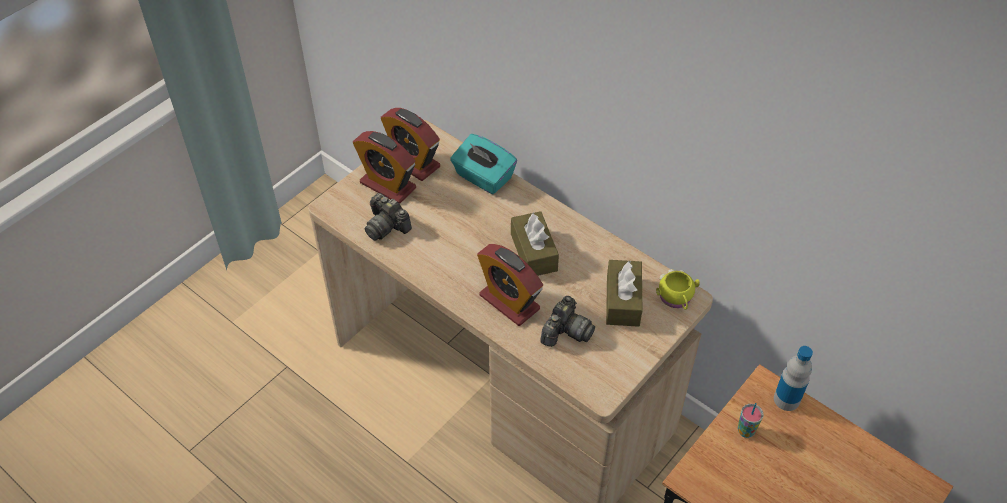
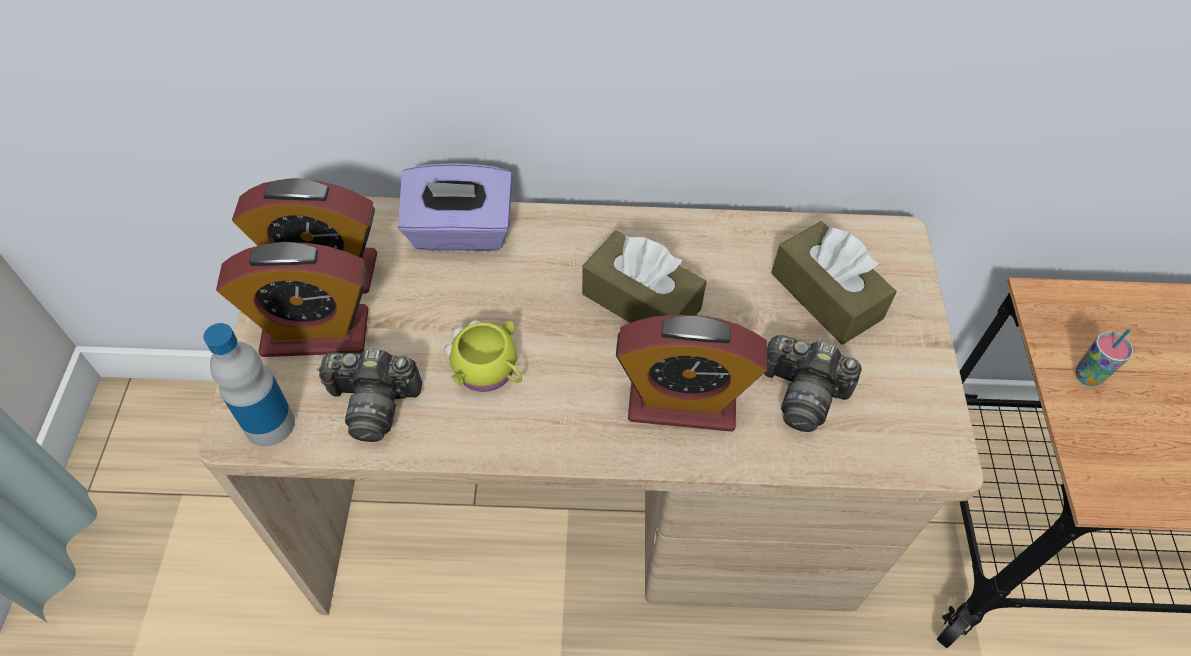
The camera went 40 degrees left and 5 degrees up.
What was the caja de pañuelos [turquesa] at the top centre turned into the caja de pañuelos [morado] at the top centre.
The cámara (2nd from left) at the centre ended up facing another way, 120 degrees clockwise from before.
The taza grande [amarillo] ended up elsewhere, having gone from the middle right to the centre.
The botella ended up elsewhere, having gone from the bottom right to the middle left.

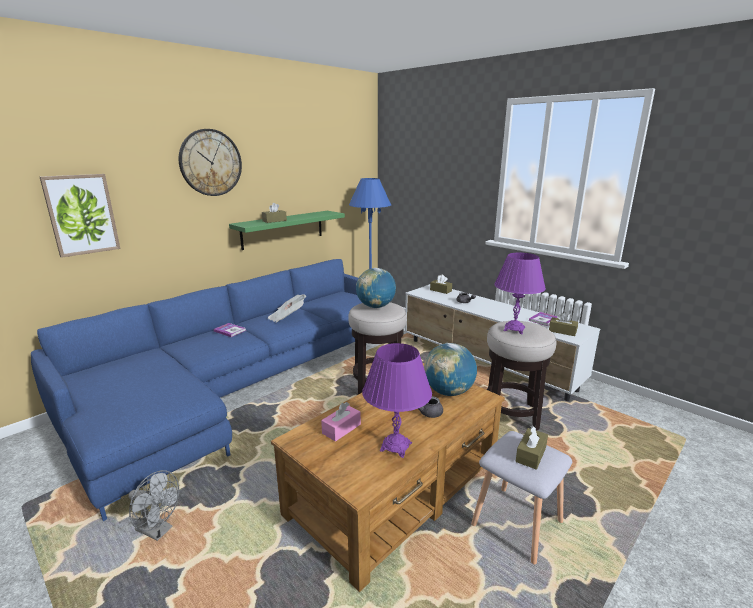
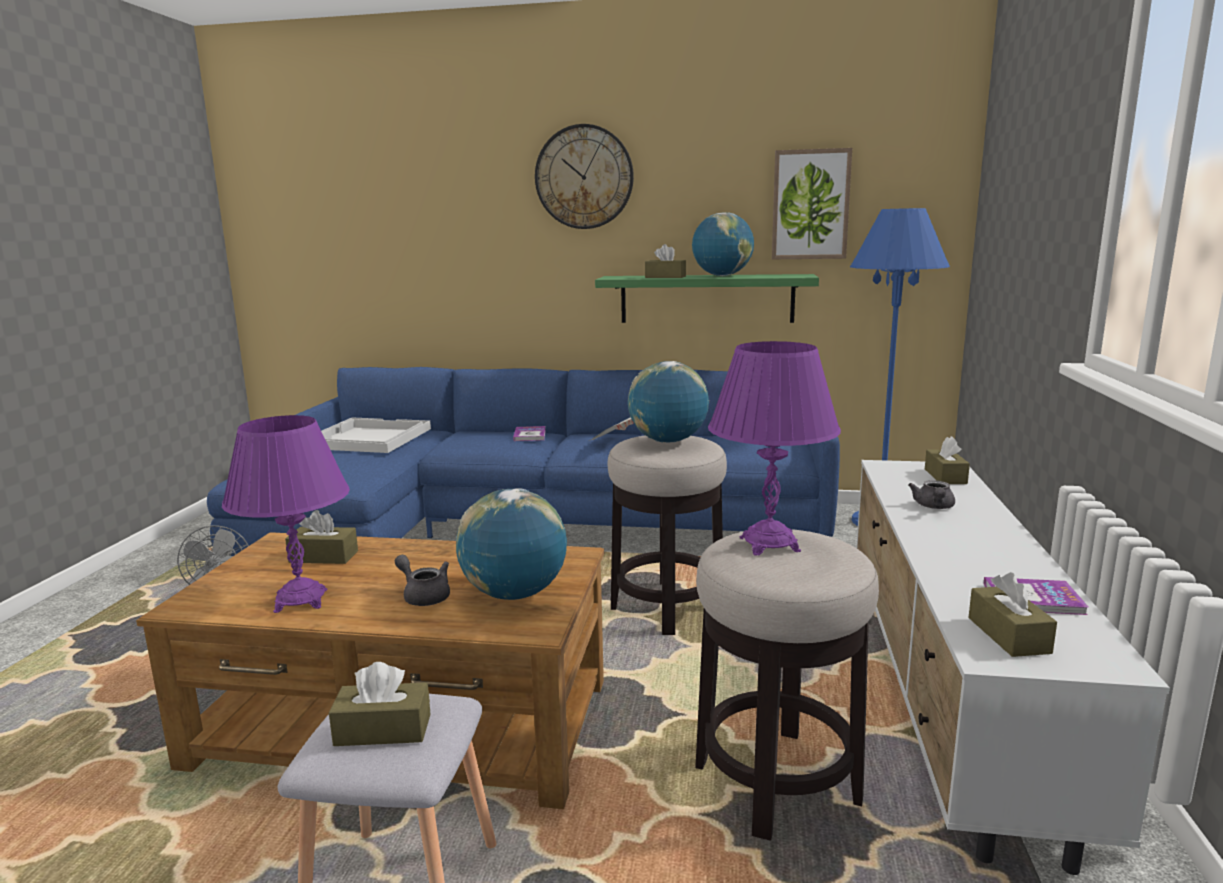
The camera went 55 degrees right and 5 degrees down.
The cuadro ended up elsewhere, having gone from the middle left to the top centre.
What was the caja de pañuelos [rosa] at the bottom centre turned into the caja de pañuelos [marrón] (1st from left) at the middle left.
The second view gained the bandeja [blanco] at the middle left.
The second view gained the globo terráqueo (3rd from left) at the top centre.

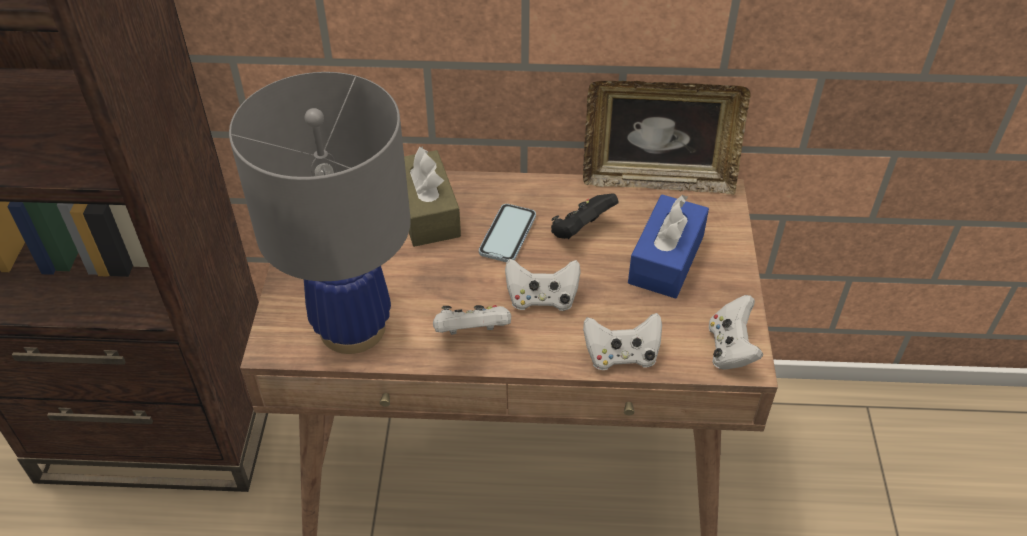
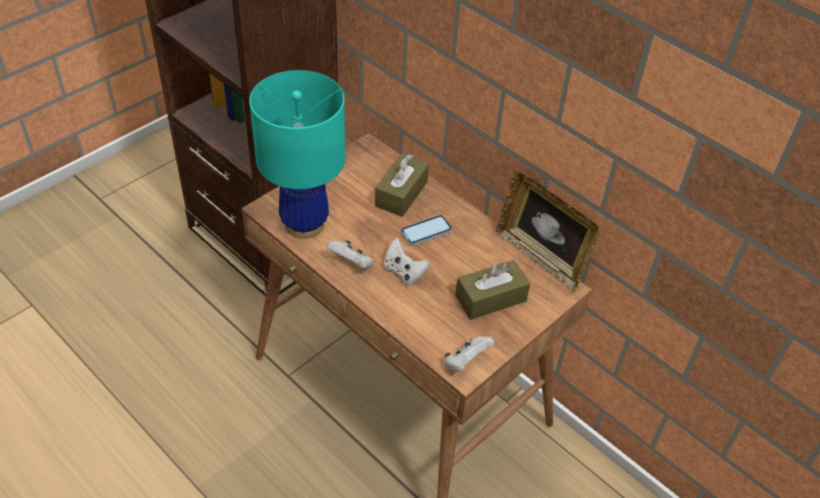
The camera went 40 degrees right and 0 degrees up.
What was the lámpara de mesa [gris] at the middle left turned into the lámpara de mesa [turquesa] at the top centre.
The second view lost the mando de consola [negro] at the centre.
The second view lost the mando de consola [blanco] (3rd from left) at the centre.
What was the caja de pañuelos [azul] at the centre turned into the caja de pañuelos [marrón] (2nd from left) at the centre.

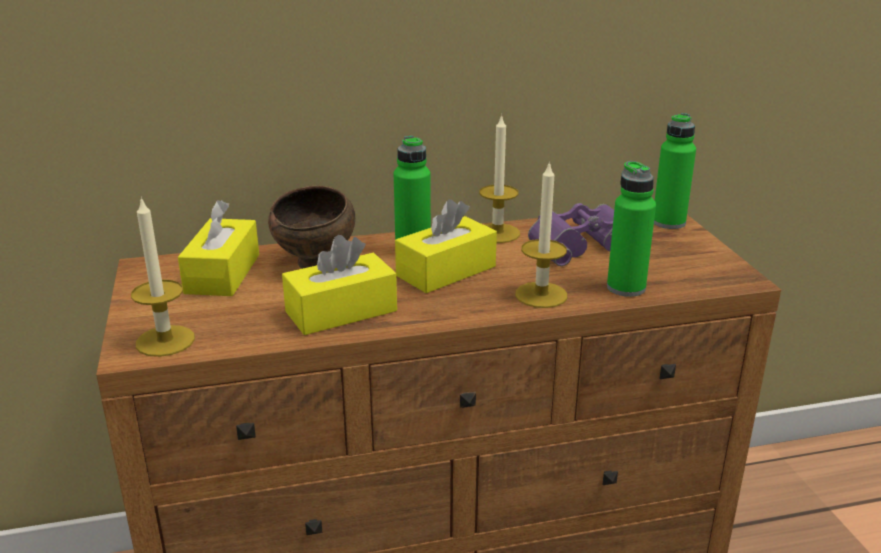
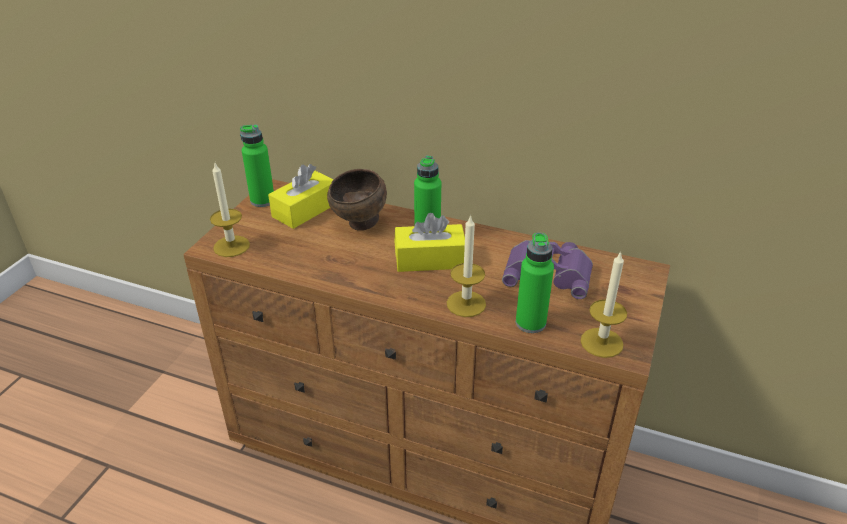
The camera went 35 degrees right and 10 degrees up.
The second view lost the caja de pañuelos [amarillo] (2nd from left) at the centre.
The vela (2nd from left in the first image) ended up elsewhere, having gone from the top centre to the middle right.
The botella [verde] (3rd from left in the first image) ended up elsewhere, having gone from the top right to the top left.

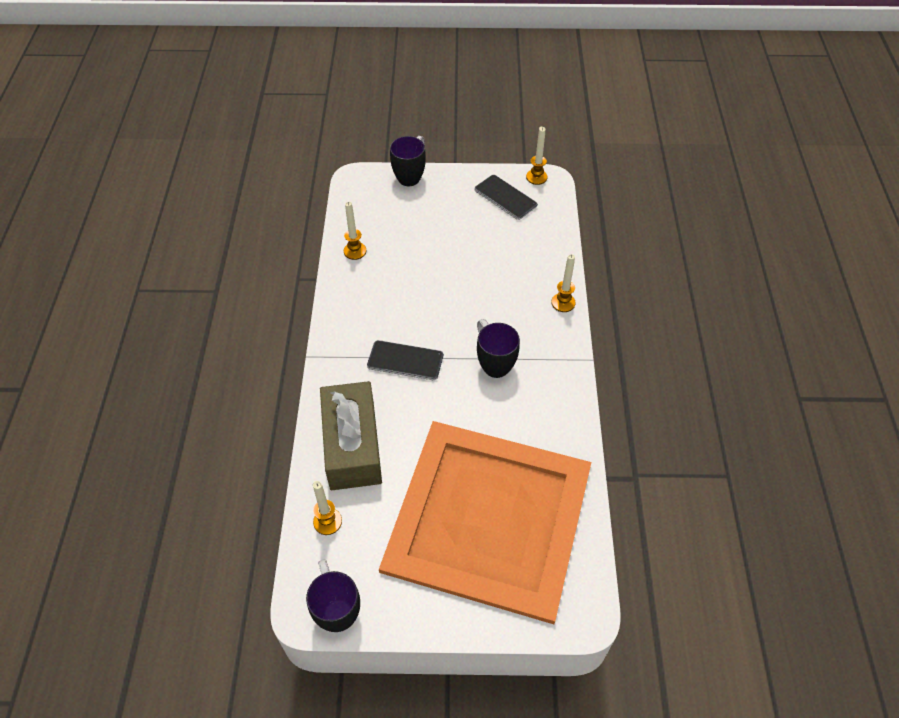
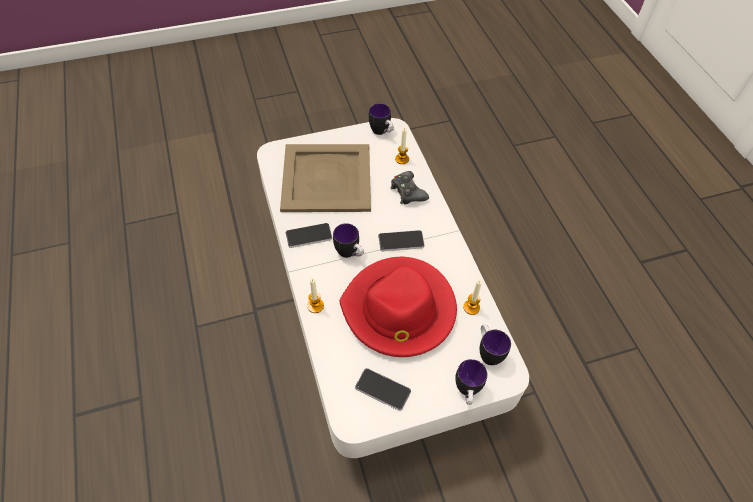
The camera went 160 degrees right and 0 degrees up.
Where the caja de pañuelos [marrón] stood at the centre, the mando de consola [negro] came to stand at the centre.
What was the bandeja [naranja] at the bottom centre turned into the bandeja [beis] at the centre.
The second view lost the vela (3rd from left) at the top centre.
The second view gained the móvil (1st from left) at the centre.
The second view gained the sombrero [rojo] at the centre.
The second view gained the taza grande (4th from left) at the bottom centre.

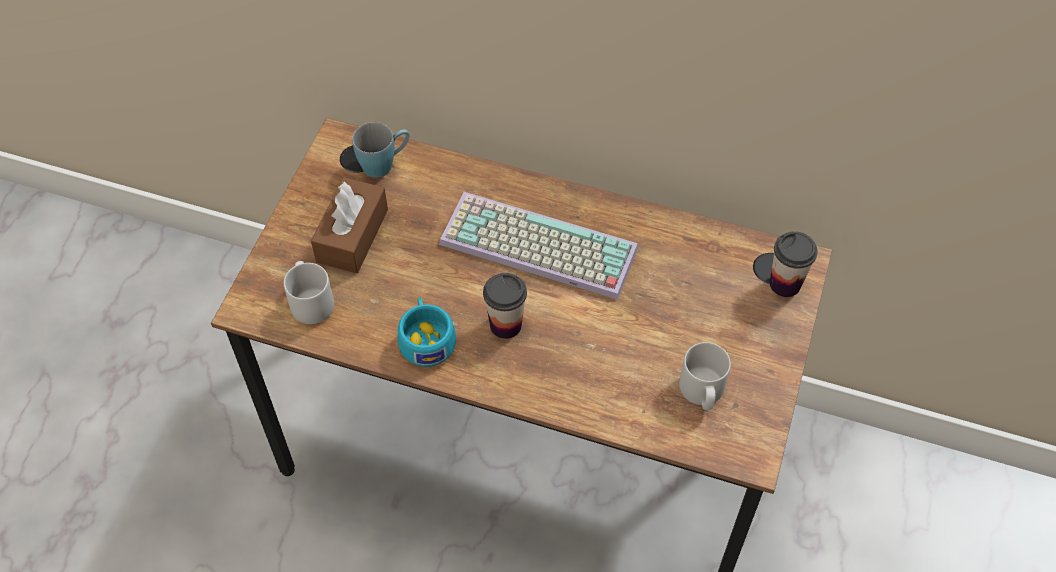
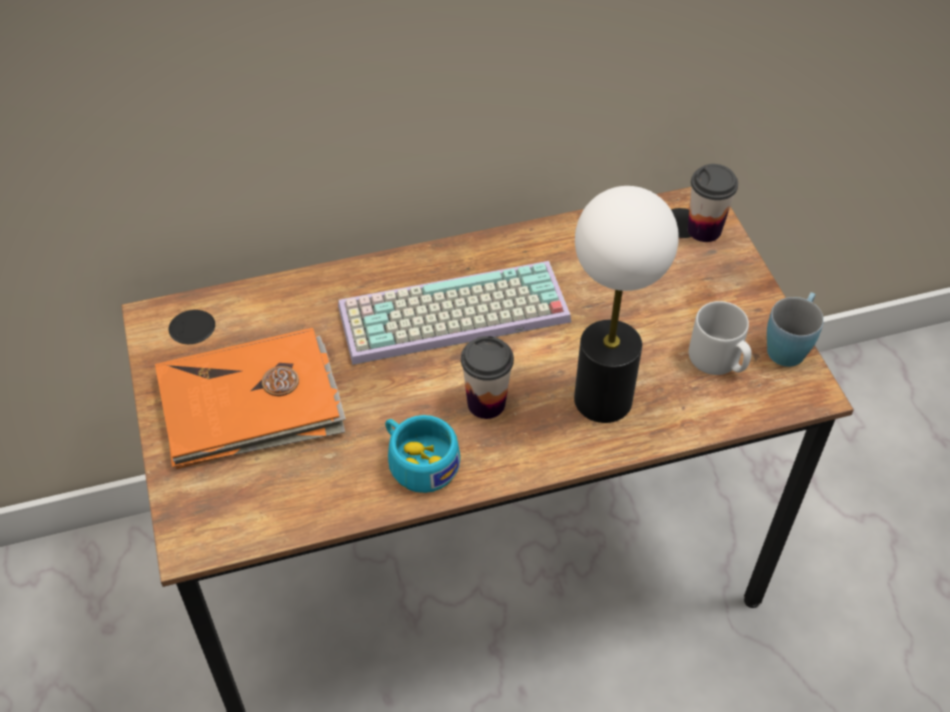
The camera went 35 degrees left and 5 degrees down.
The second view lost the taza grande [gris] (1st from left) at the middle left.
Where the caja de pañuelos [marrón] stood at the middle left, the libro [naranja] came to stand at the middle left.
The taza grande [azul] ended up elsewhere, having gone from the top centre to the middle right.
The second view gained the lámpara de mesa at the centre.

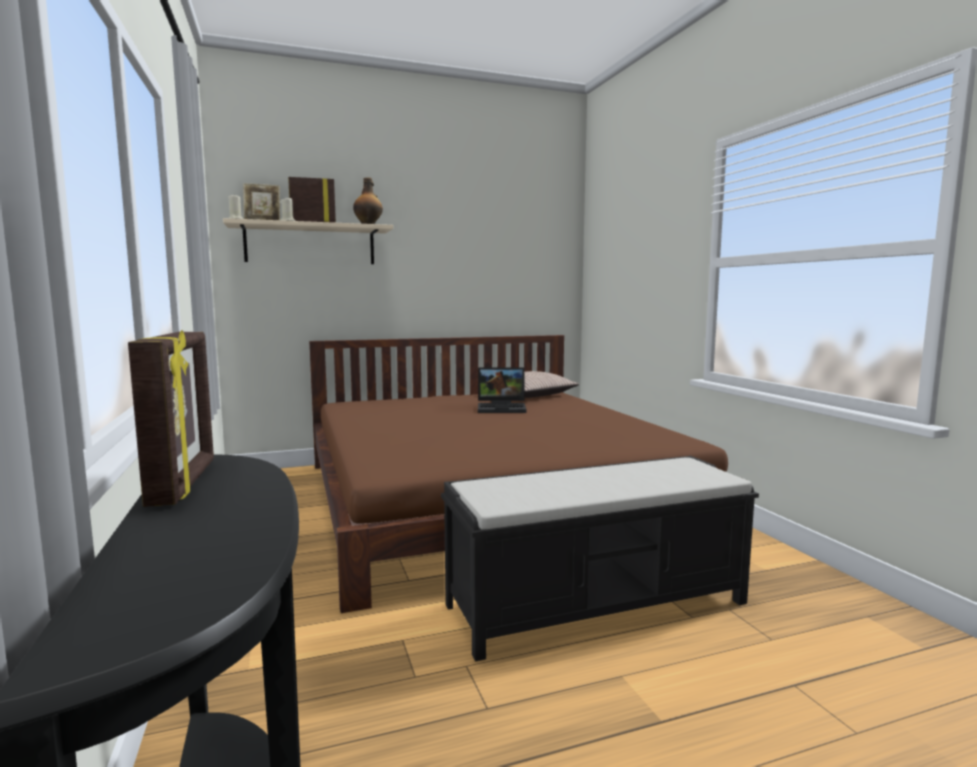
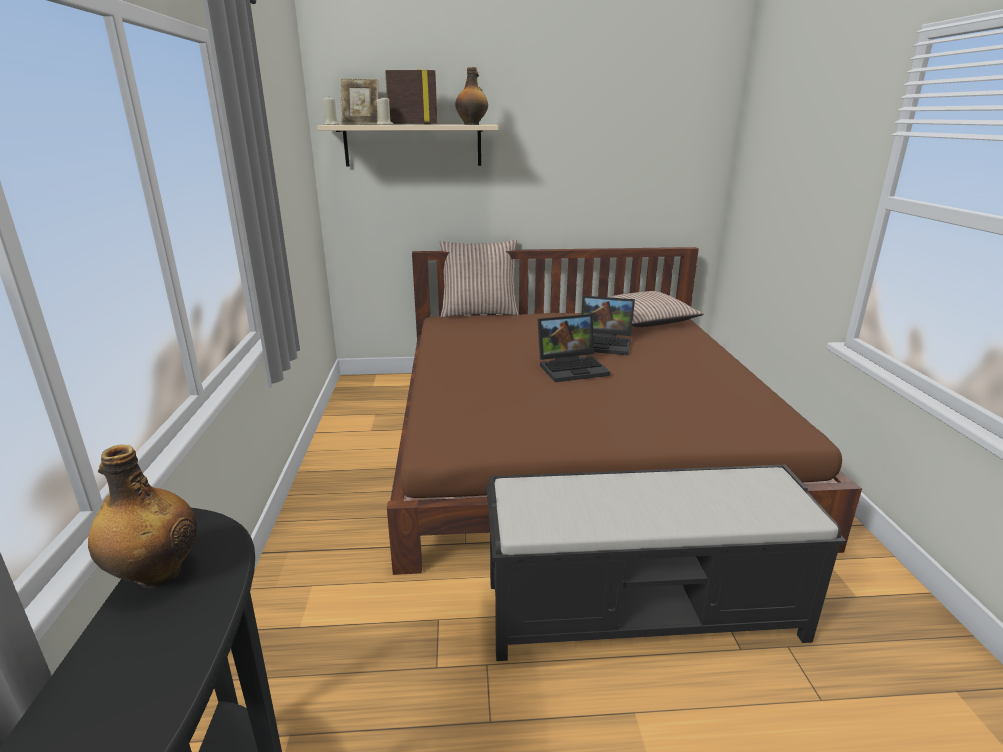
The camera went 15 degrees right and 15 degrees up.
Where the portarretratos (1st from left) stood at the middle left, the botella (1st from left) came to stand at the bottom left.
The second view gained the cojín (1st from left) at the centre.
The second view gained the portátil (1st from left) at the centre.

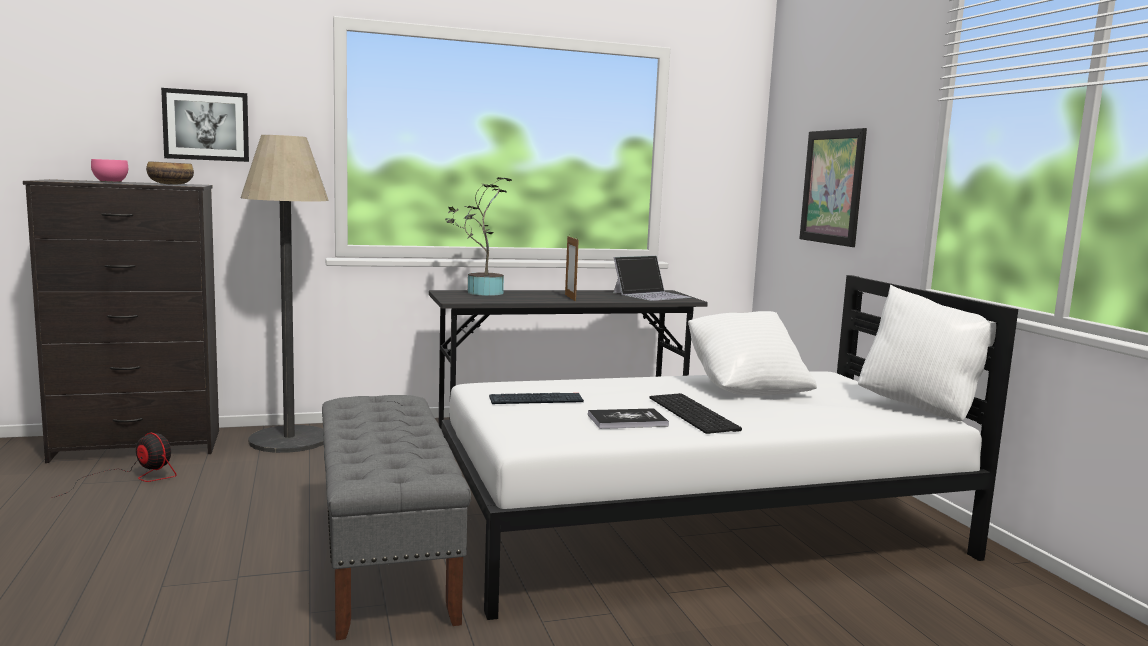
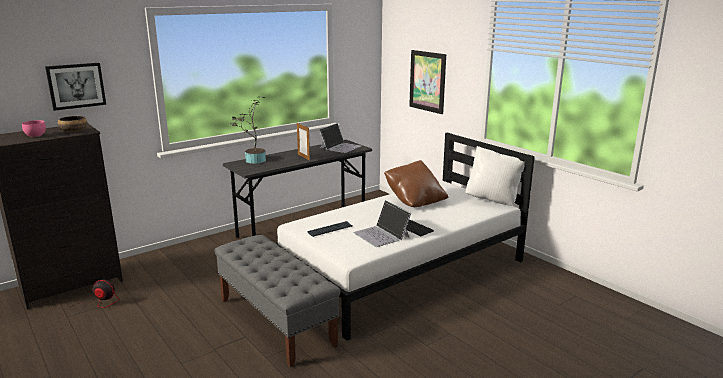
The camera went 20 degrees left and 10 degrees up.
The second view lost the lámpara de pie at the middle left.
Where the libro stood at the centre, the portátil (2nd from left) came to stand at the centre.
What was the cojín [blanco] (1st from left) at the centre turned into the cojín [marrón] at the centre.

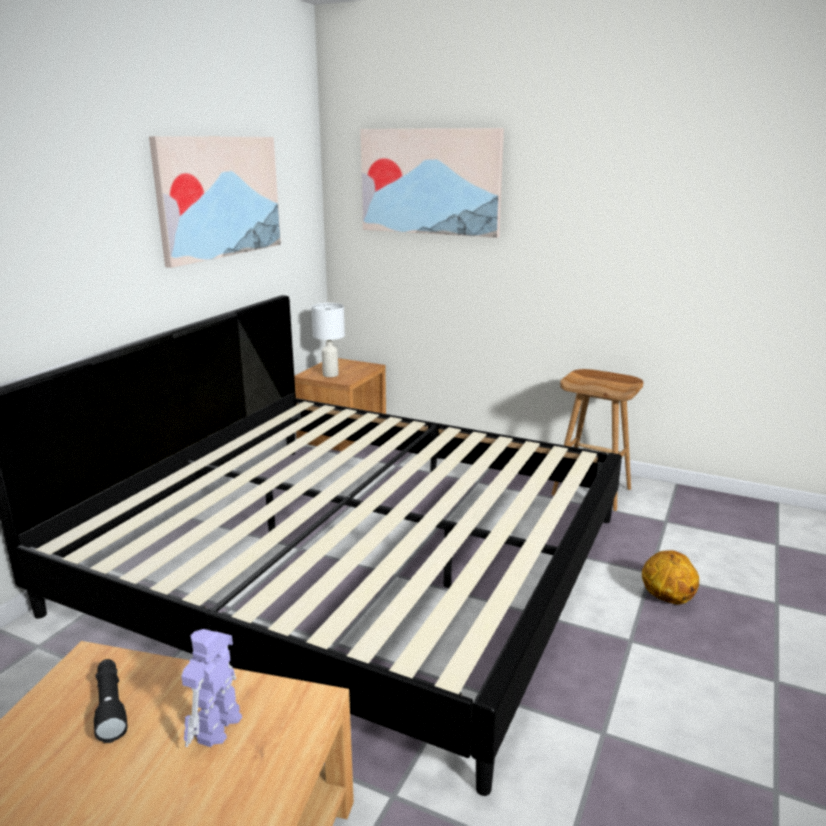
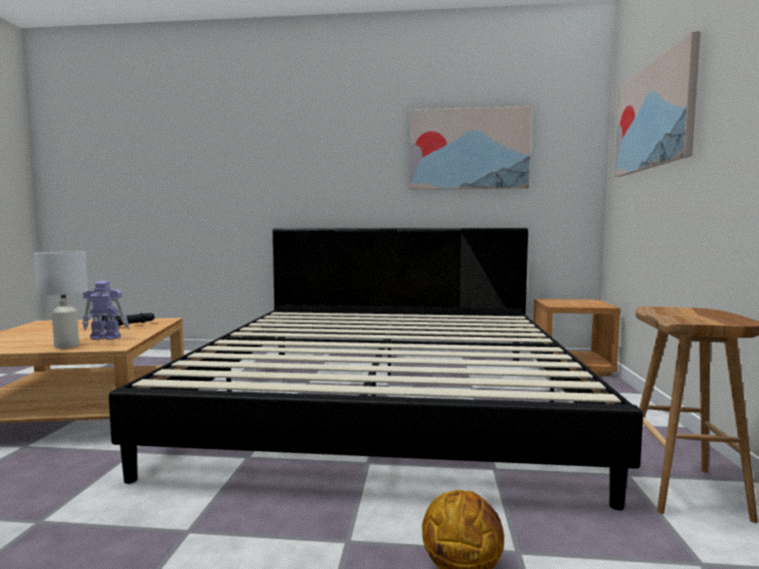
The camera went 70 degrees right and 15 degrees down.
The lámpara de mesa [blanco] ended up elsewhere, having gone from the centre to the middle left.

